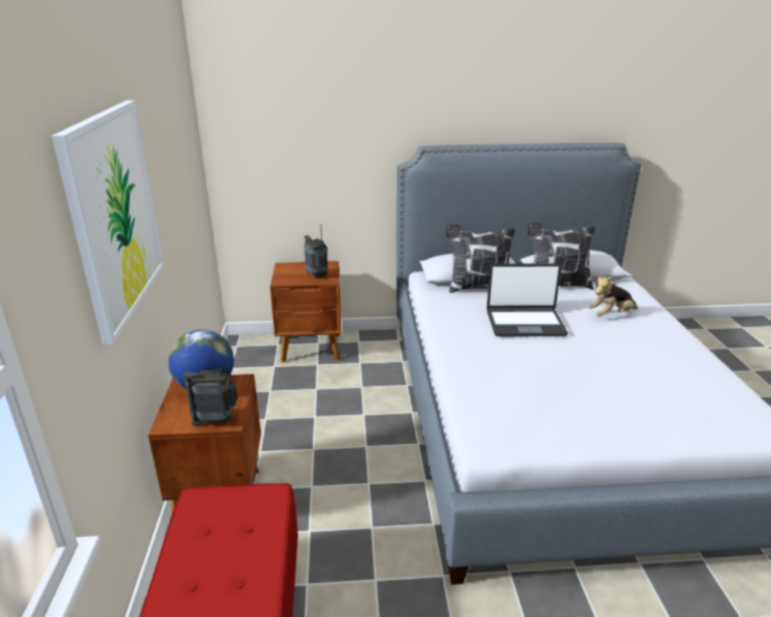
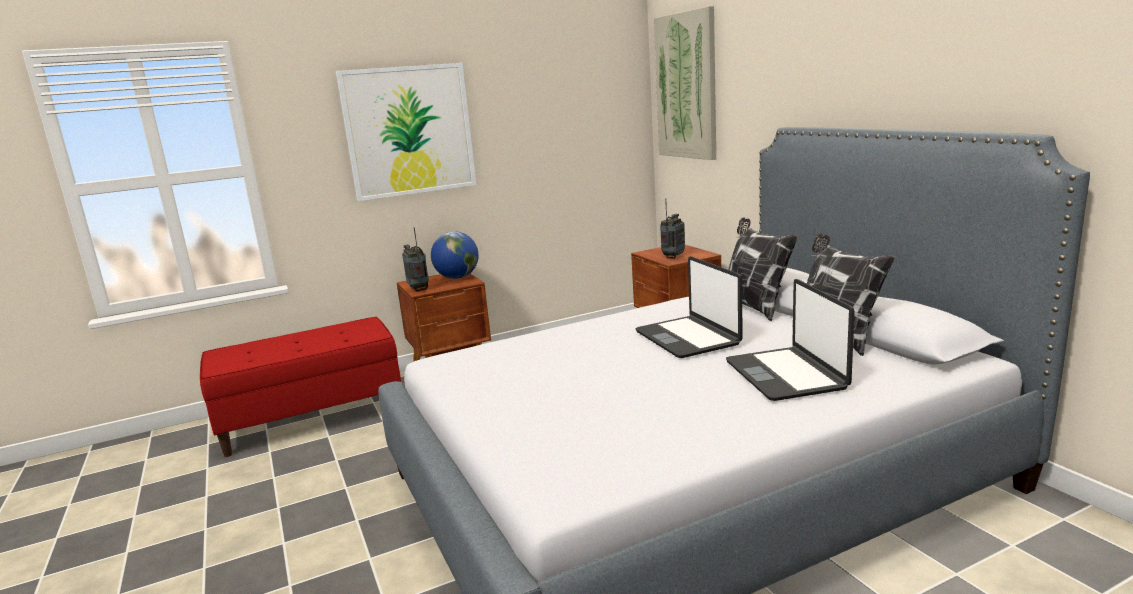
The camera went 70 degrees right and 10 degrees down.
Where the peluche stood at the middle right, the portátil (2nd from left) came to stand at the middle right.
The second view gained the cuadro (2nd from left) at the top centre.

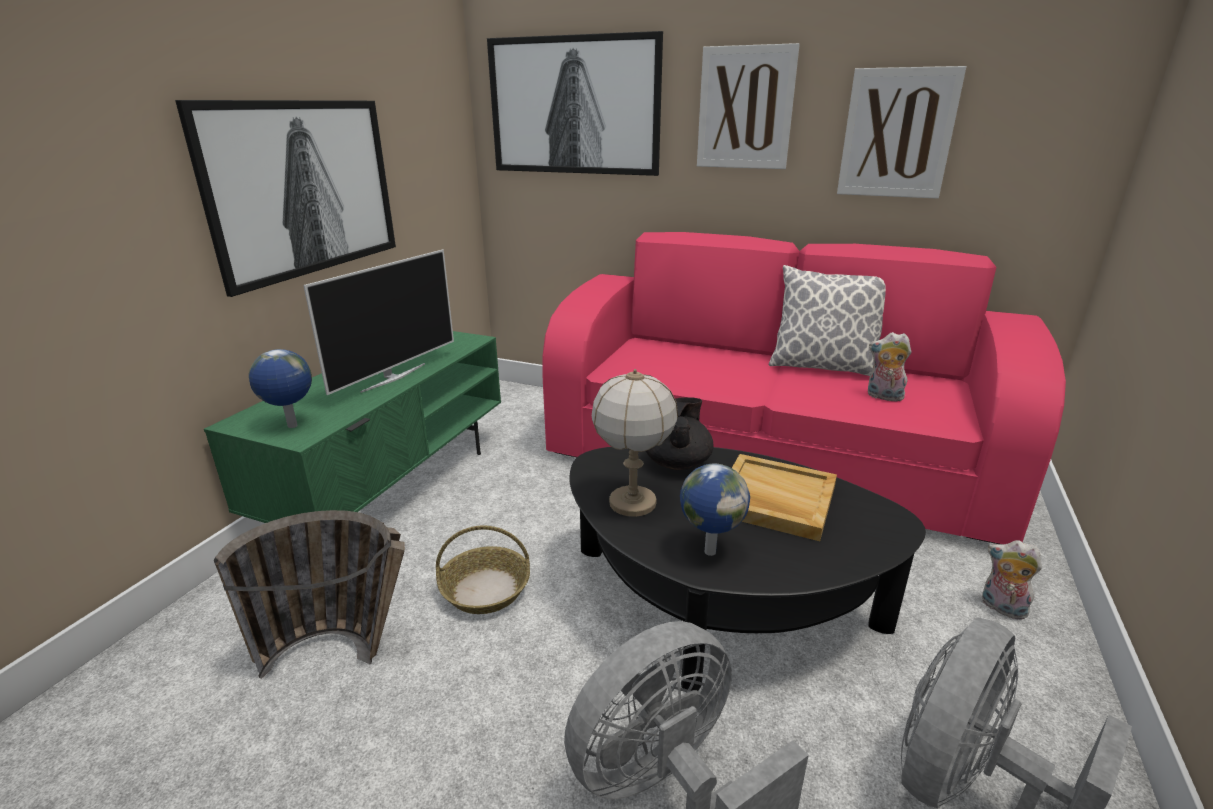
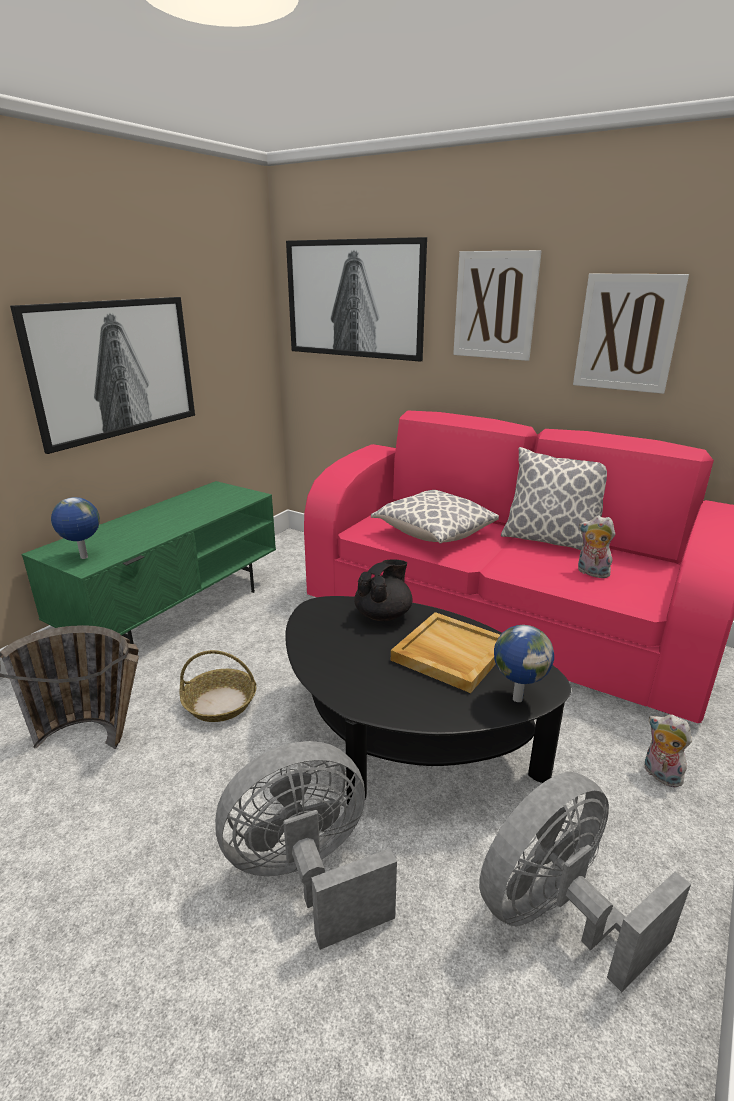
The camera went 10 degrees right and 0 degrees up.
The second view lost the televisor at the middle left.
The second view lost the lámpara de mesa at the centre.
The globo terráqueo (2nd from left) ended up elsewhere, having gone from the centre to the middle right.
The second view gained the cojín (1st from left) at the centre.

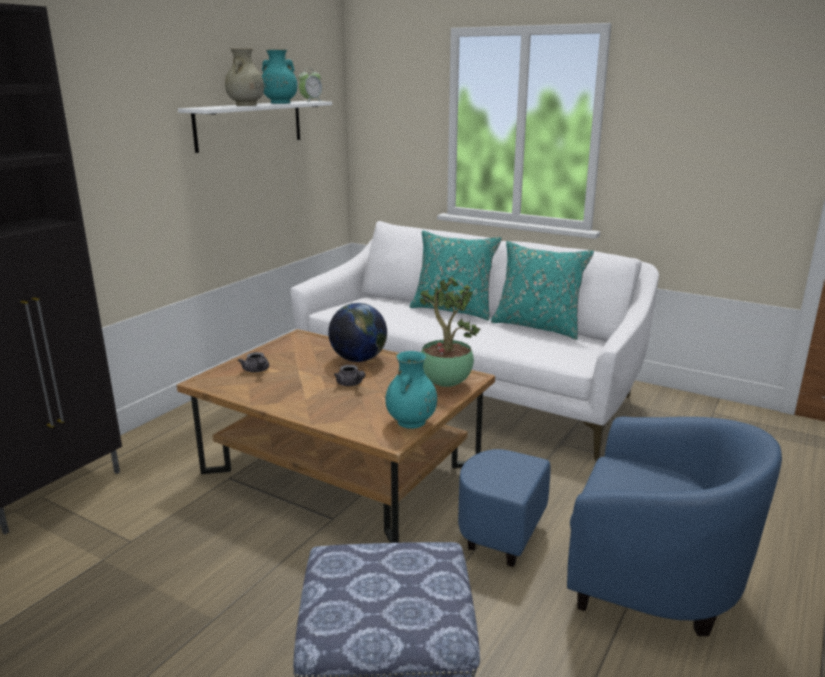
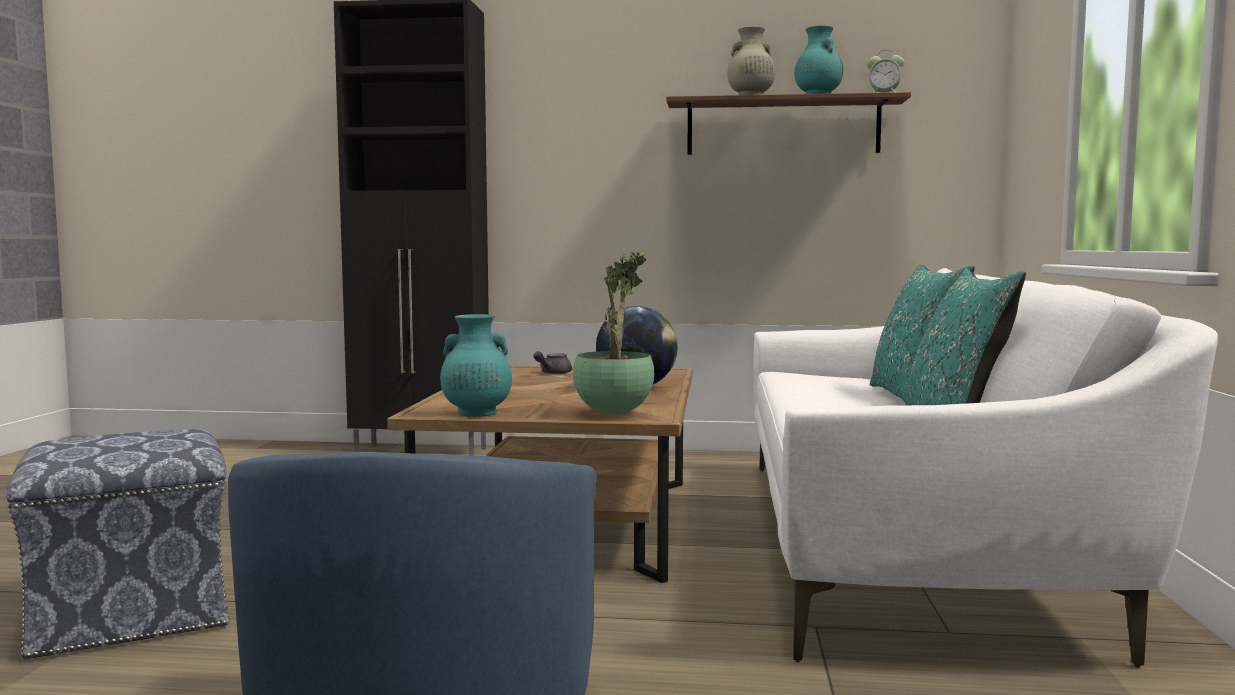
The camera went 65 degrees right and 15 degrees down.
What was the estante [blanco] at the top left turned into the estante [marrón] at the top centre.
The second view lost the tetera [gris] (2nd from left) at the centre.

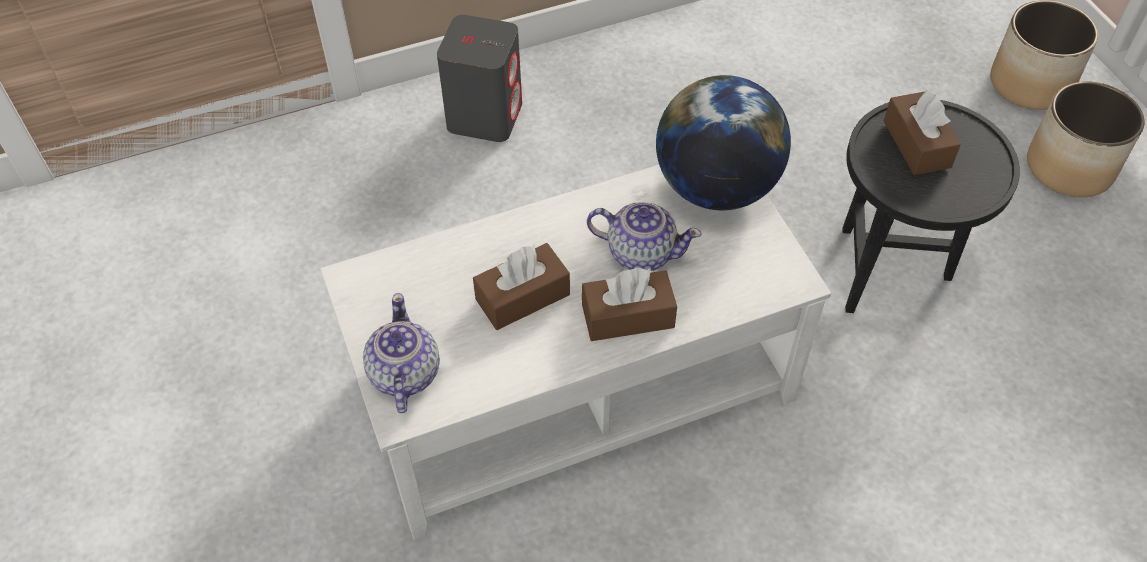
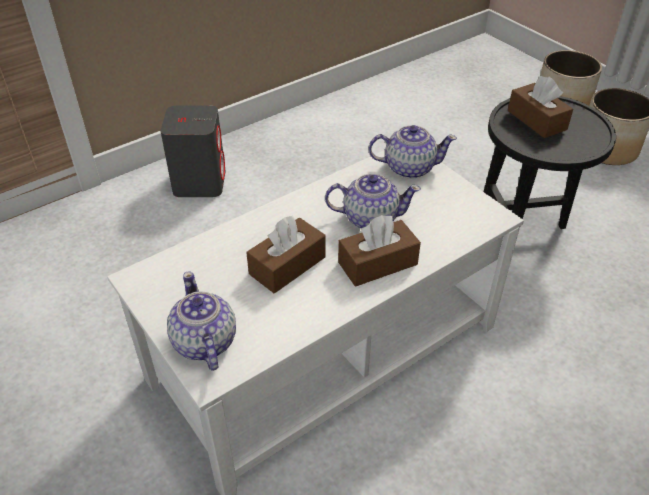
The camera went 15 degrees left and 10 degrees down.
Where the globo terráqueo stood at the top centre, the tetera (3rd from left) came to stand at the top centre.

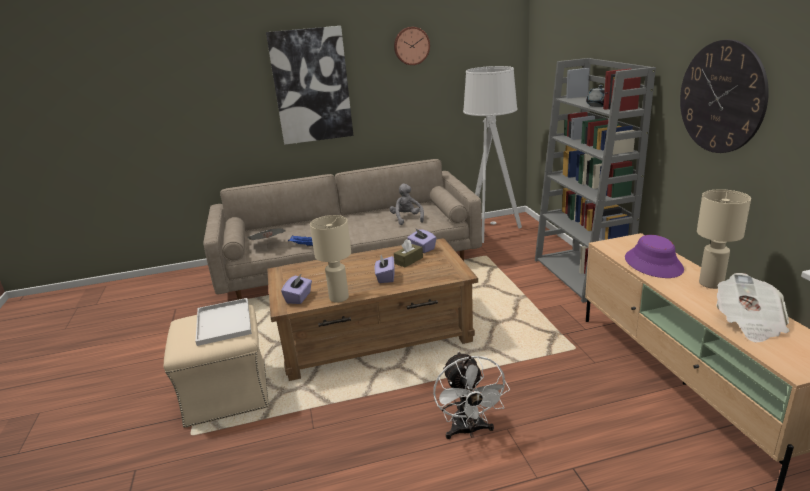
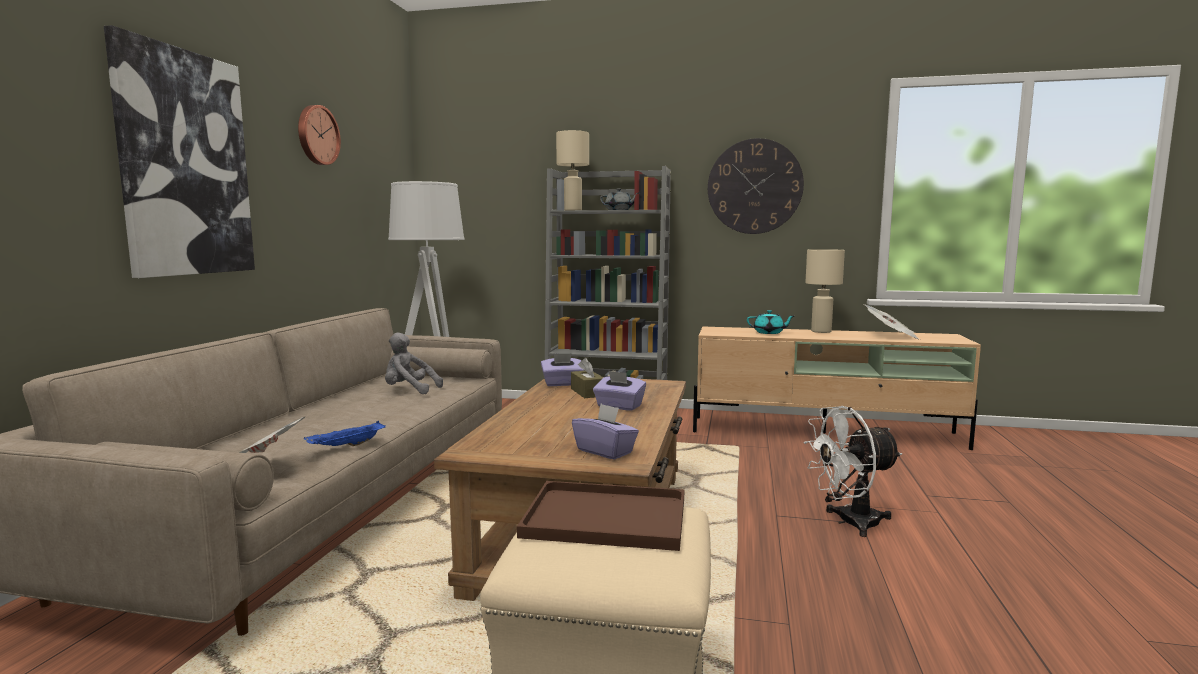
The camera went 65 degrees left and 15 degrees down.
What was the bandeja [blanco] at the middle left turned into the bandeja [marrón] at the bottom centre.
The lámpara de mesa [beis] (1st from left) ended up elsewhere, having gone from the centre to the top centre.
The ventilador [blanco] at the bottom centre ended up facing another way, 150 degrees clockwise from before.
Where the sombrero [morado] stood at the middle right, the tetera [turquesa] came to stand at the centre.

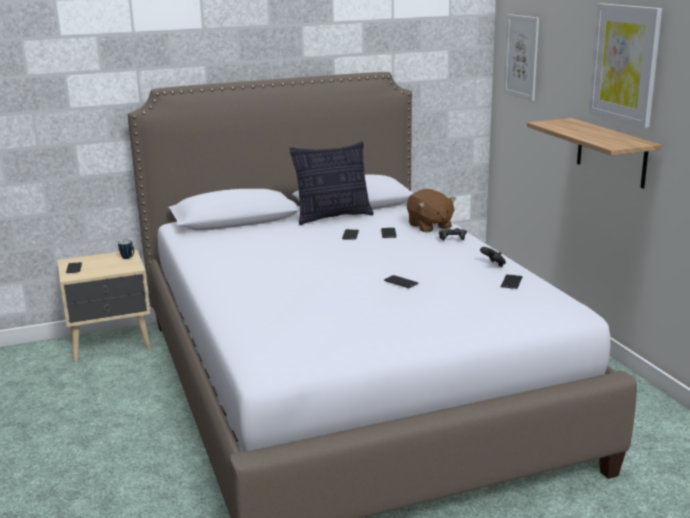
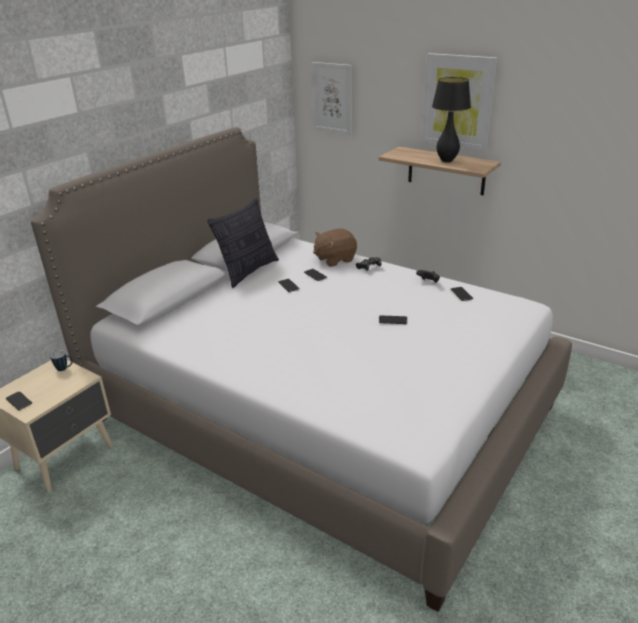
The camera went 35 degrees left and 10 degrees up.
The peluche [marrón] at the centre ended up facing another way, 120 degrees clockwise from before.
The second view gained the lámpara de mesa [negro] at the top right.

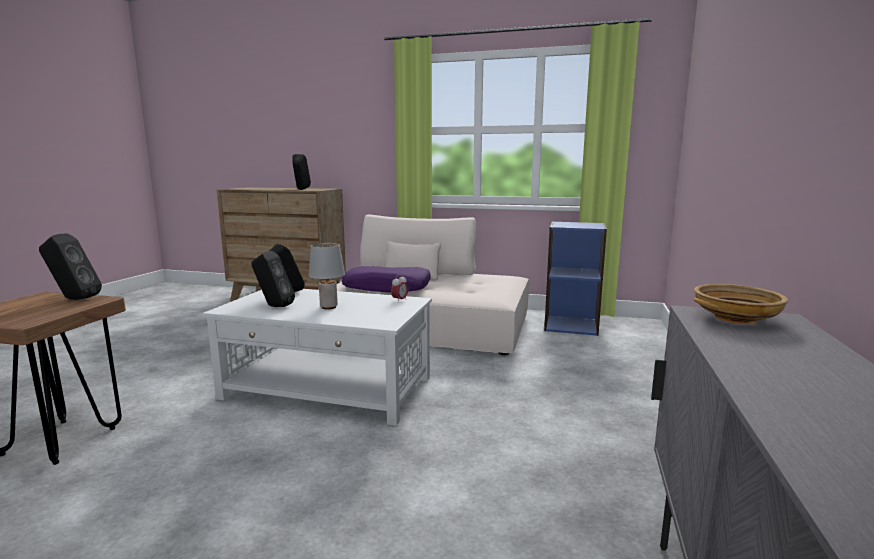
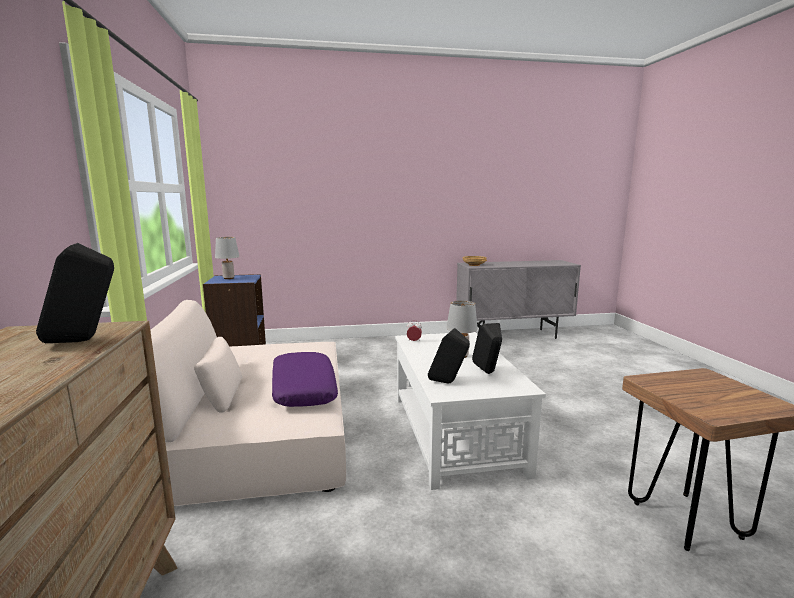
The camera went 115 degrees left and 0 degrees up.
The second view lost the altavoz [negro] (1st from left) at the middle left.
The second view gained the lámpara de mesa [gris] (1st from left) at the middle left.

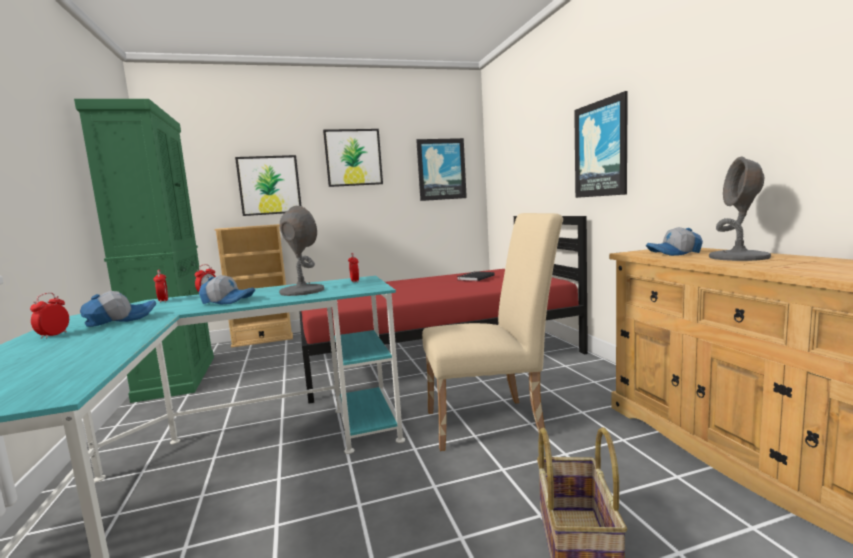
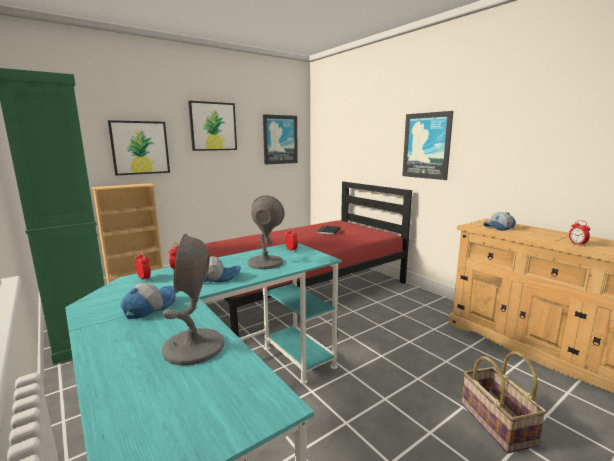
The camera went 20 degrees left and 5 degrees up.
The despertador (1st from left in the first image) ended up elsewhere, having gone from the middle left to the middle right.
The second view lost the silla [beis] at the centre.
The lámpara de mesa [gris] (2nd from left in the first image) ended up elsewhere, having gone from the middle right to the middle left.

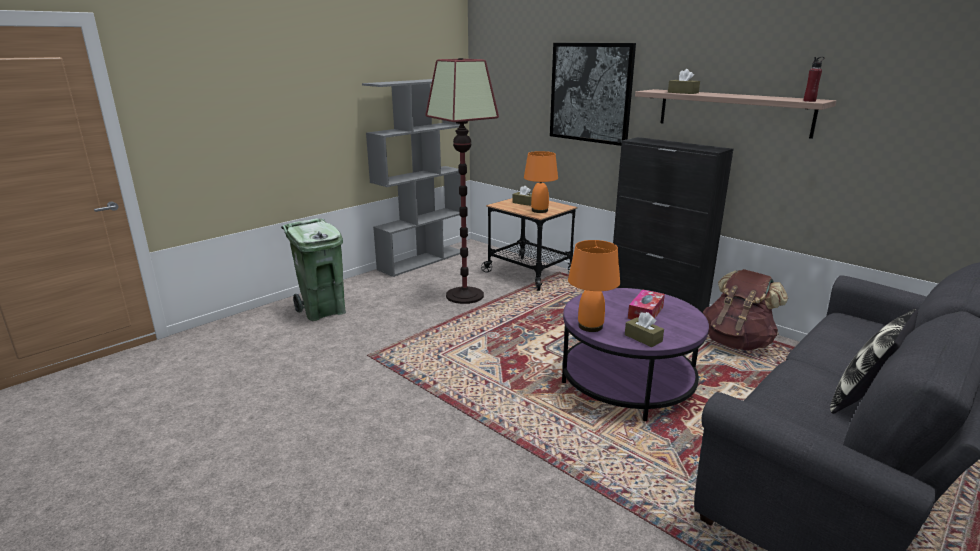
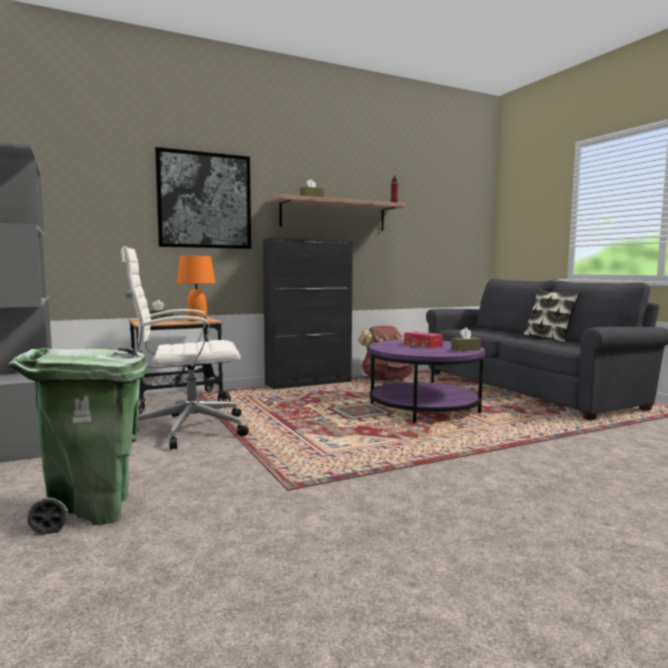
The camera went 70 degrees left and 15 degrees down.
Where the lámpara de pie stood at the top centre, the silla de oficina [blanco] came to stand at the middle left.
The second view lost the lámpara de mesa [naranja] (2nd from left) at the centre.

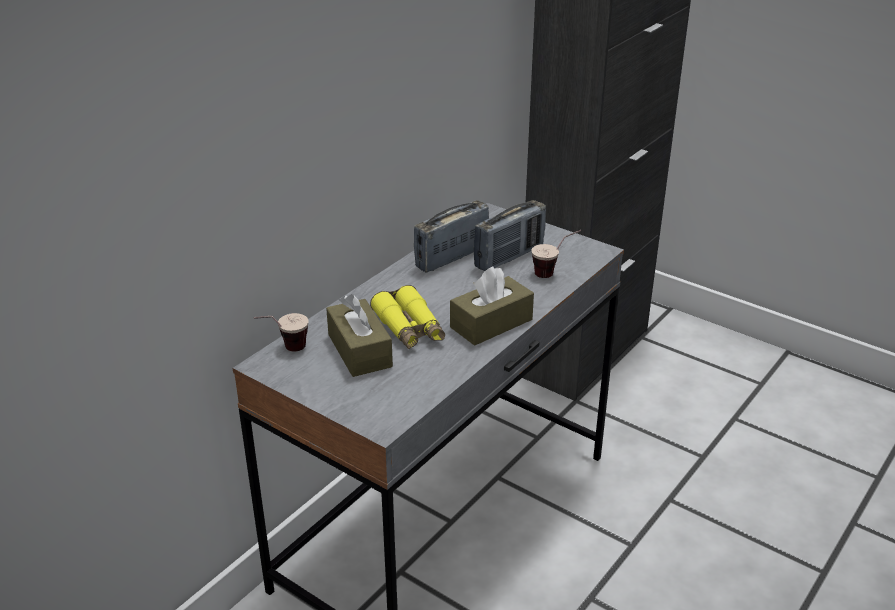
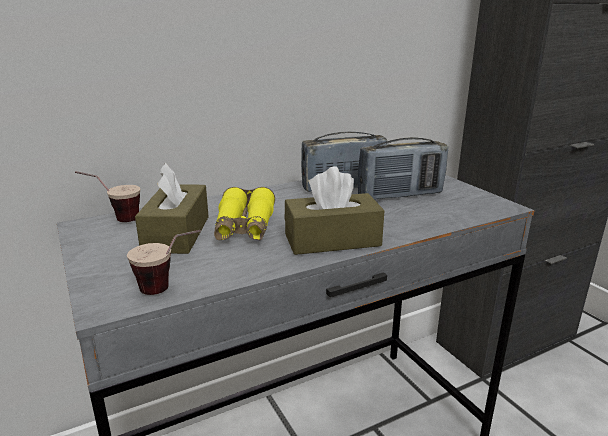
The camera went 25 degrees right and 10 degrees down.
The taza (2nd from left) ended up elsewhere, having gone from the centre to the middle left.

